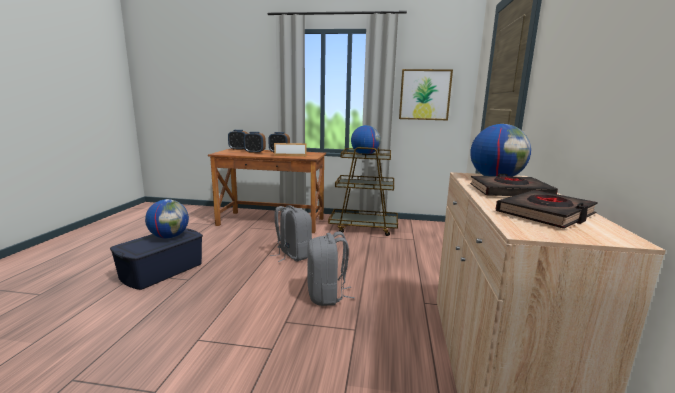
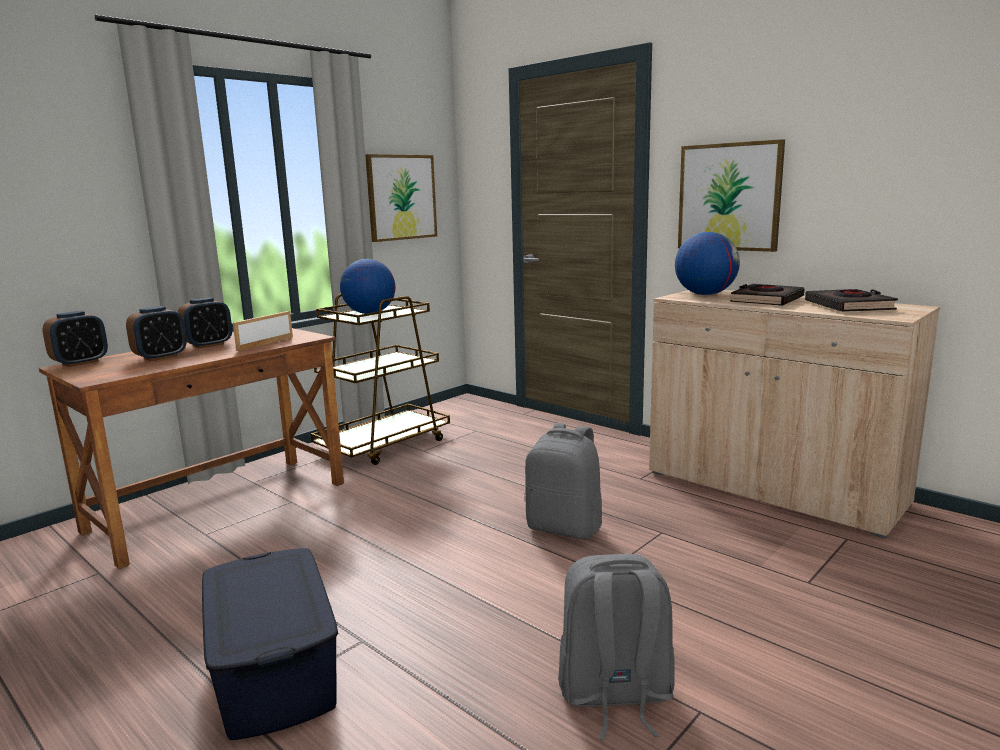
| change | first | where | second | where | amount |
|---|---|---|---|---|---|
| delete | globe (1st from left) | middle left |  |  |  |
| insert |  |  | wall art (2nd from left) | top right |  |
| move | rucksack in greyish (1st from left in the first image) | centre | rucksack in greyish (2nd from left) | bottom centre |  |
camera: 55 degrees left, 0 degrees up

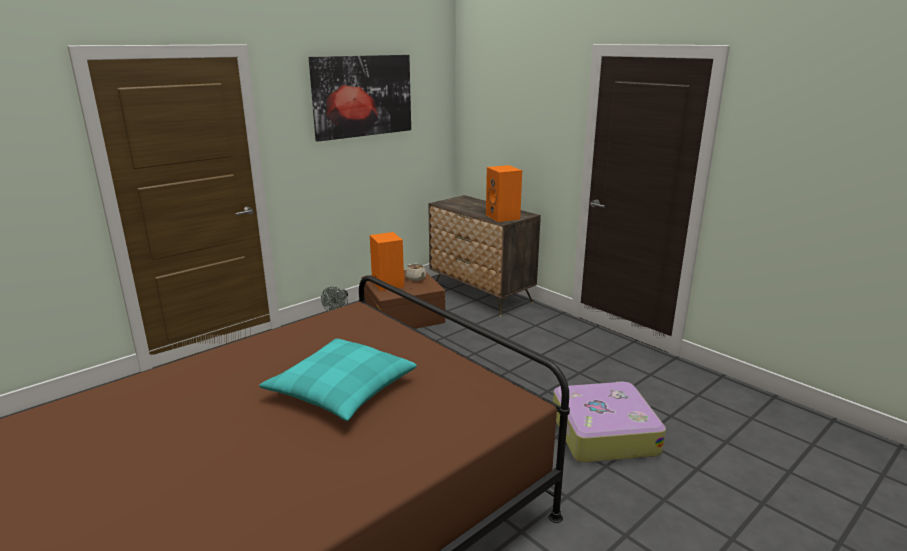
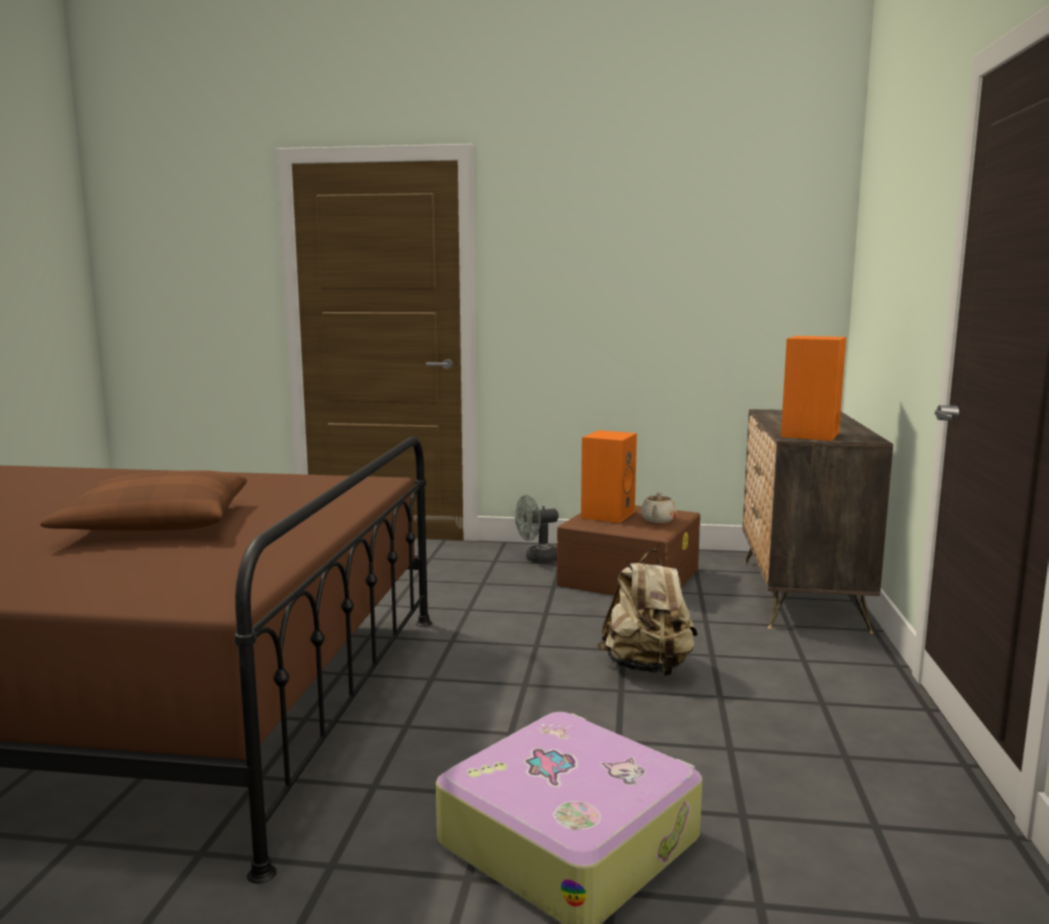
| change | first | where | second | where | amount |
|---|---|---|---|---|---|
| delete | wall art | top centre |  |  |  |
| insert |  |  | rucksack in beige-coloured | centre |  |
| recolor | cushion in blue-green | bottom centre | cushion in brownish | middle left |  |
camera: 50 degrees right, 10 degrees down

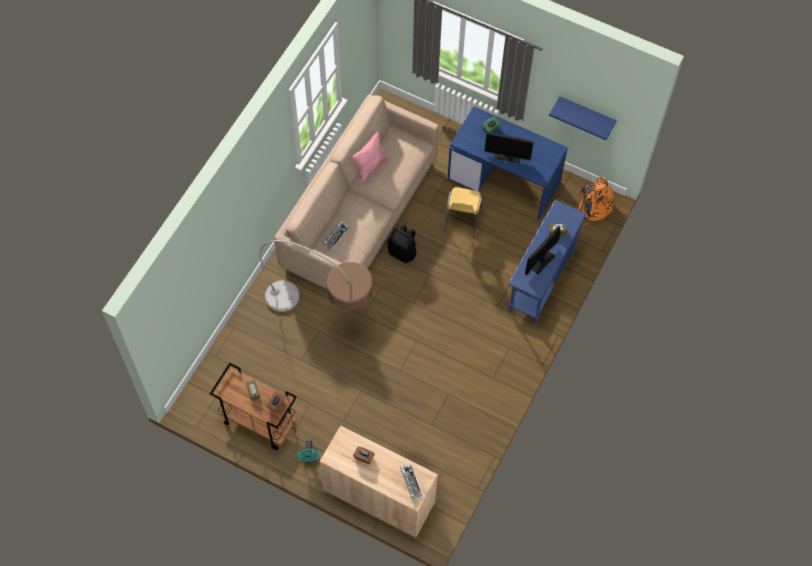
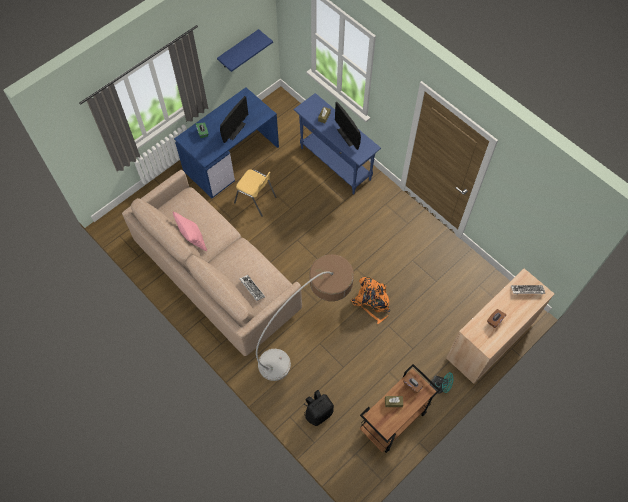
| change | first | where | second | where | amount |
|---|---|---|---|---|---|
| move | rucksack in black | centre |  | bottom centre |  |
| move | rucksack in orangey | middle right |  | centre |  |
camera: 70 degrees left, 0 degrees up

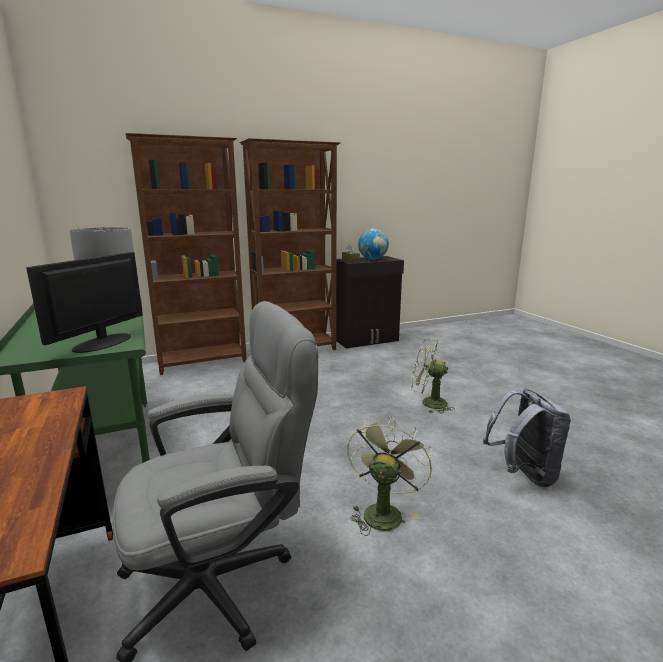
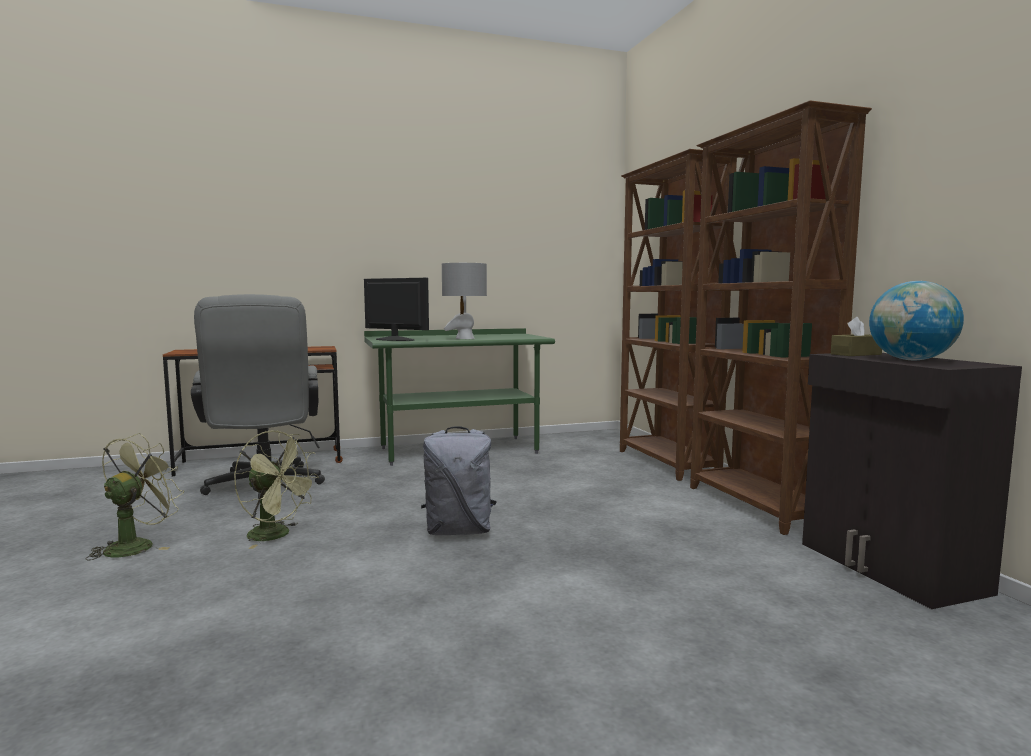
| change | first | where | second | where | amount |
|---|---|---|---|---|---|
| move | cooling fan in greenish (2nd from left in the first image) | centre | cooling fan in greenish (1st from left) | middle left |  |
| move | rucksack in greyish | middle right |  | centre |  |
camera: 95 degrees right, 10 degrees down

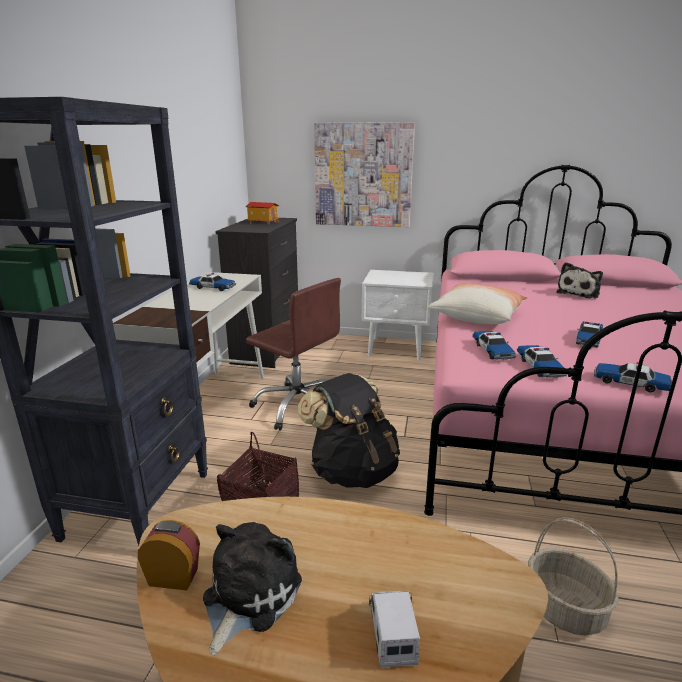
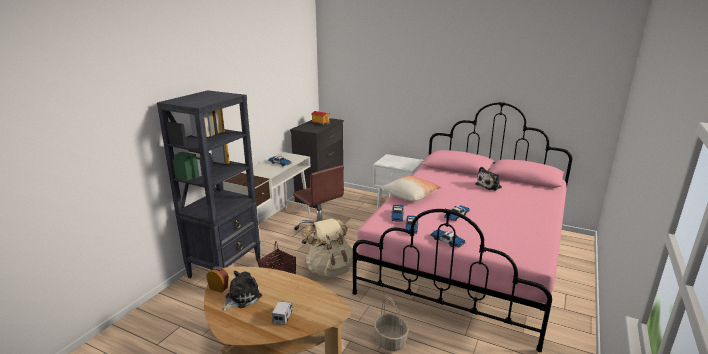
| change | first | where | second | where | amount |
|---|---|---|---|---|---|
| delete | wall art | top centre |  |  |  |
| recolor | rucksack in black | centre | rucksack in beige-coloured | bottom centre |  |
camera: 15 degrees right, 0 degrees up

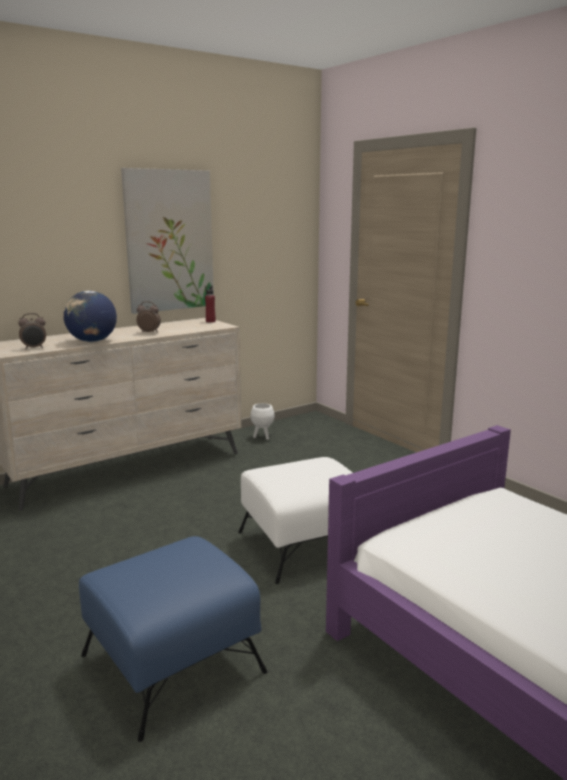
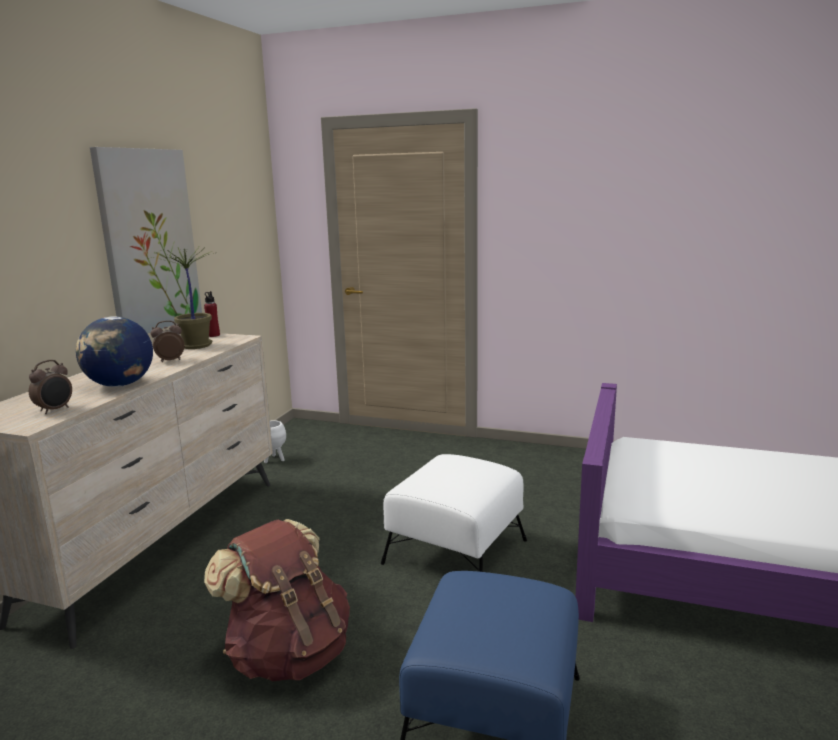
| change | first | where | second | where | amount |
|---|---|---|---|---|---|
| insert |  |  | plant in a pot | middle left |  |
| insert |  |  | rucksack in brownish | bottom left |  |
camera: 35 degrees left, 0 degrees up

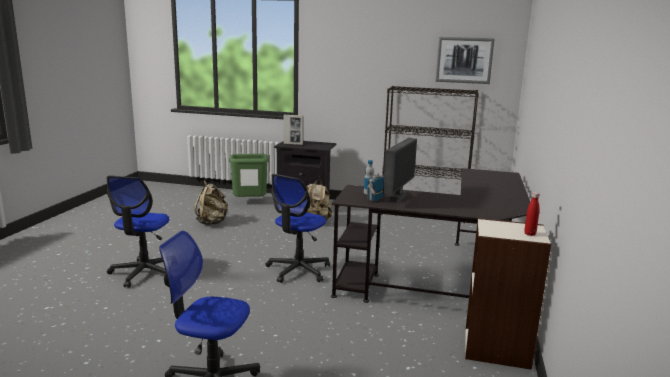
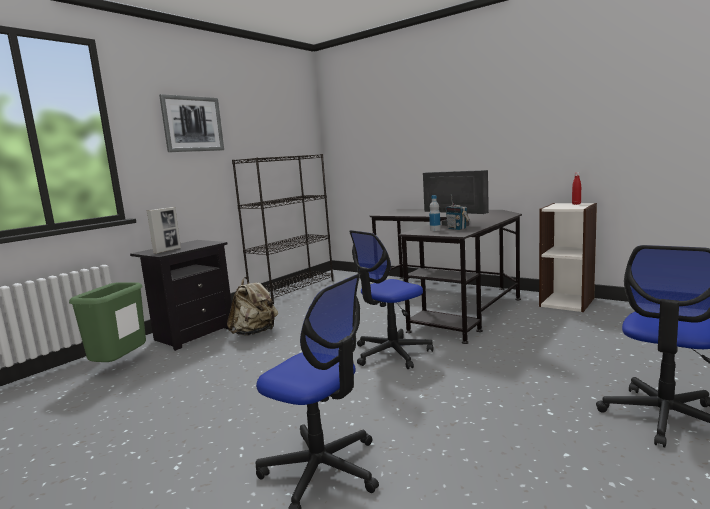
| change | first | where | second | where | amount |
|---|---|---|---|---|---|
| delete | rucksack in beige-coloured (1st from left) | middle left |  |  |  |
| move | wall art | top right |  | top left |  |
| rotate | computer chair (3rd from left in the first image) | centre | computer chair (2nd from left) | centre | 90 degrees clockwise |
camera: 65 degrees left, 5 degrees down

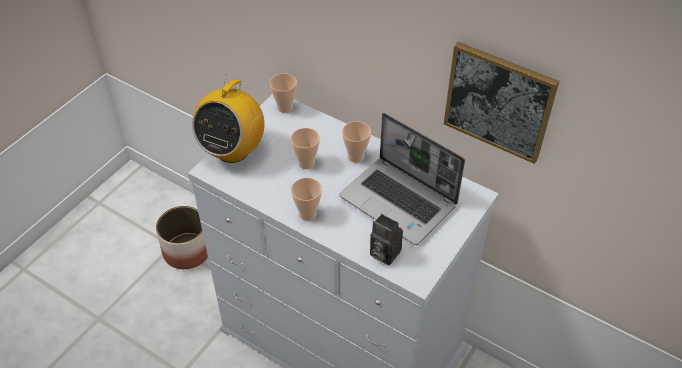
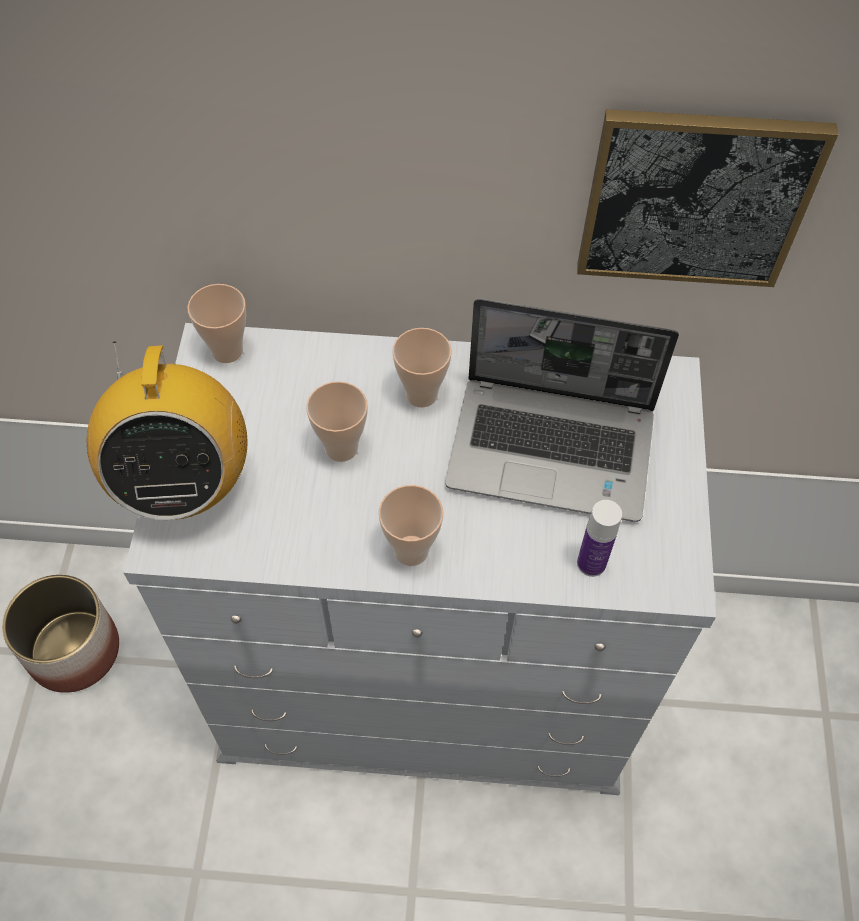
| change | first | where | second | where | amount |
|---|---|---|---|---|---|
| replace | photo camera | centre | beverage bottle | middle right |  |
camera: 30 degrees left, 10 degrees up

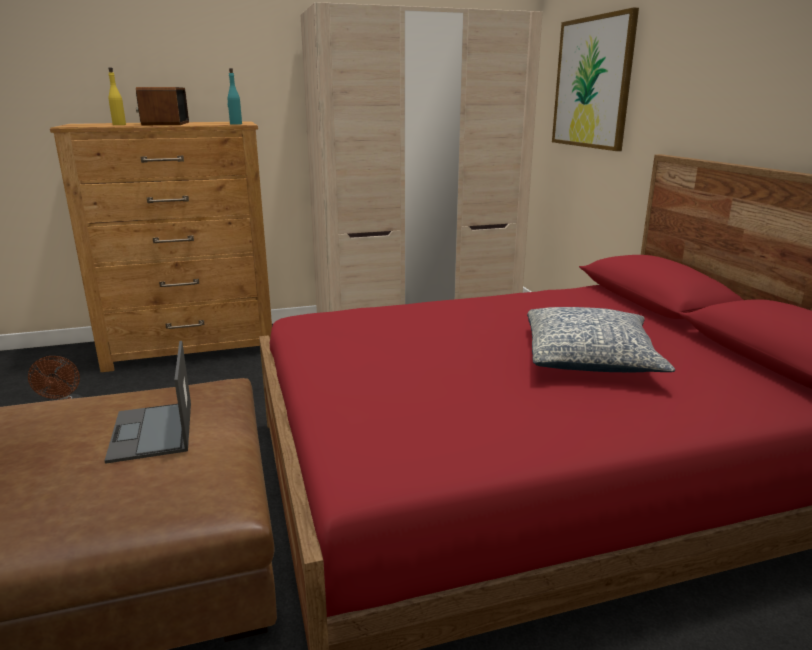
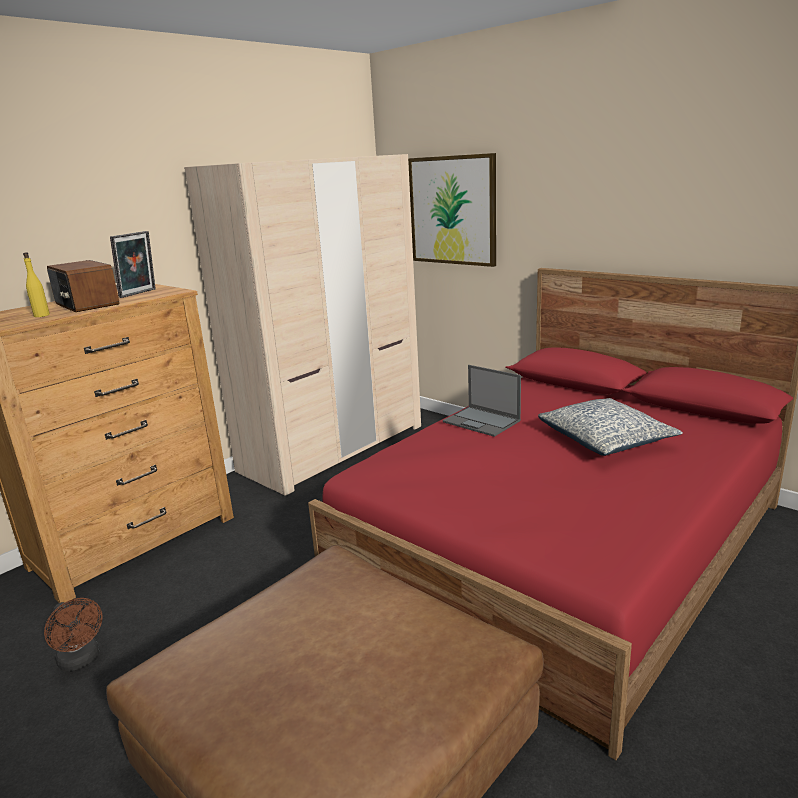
| change | first | where | second | where | amount |
|---|---|---|---|---|---|
| delete | beverage bottle in blue-green | top left |  |  |  |
| insert |  |  | standing frame | top left |  |
| move | notebook computer | middle left |  | centre |  |
camera: 30 degrees left, 0 degrees up

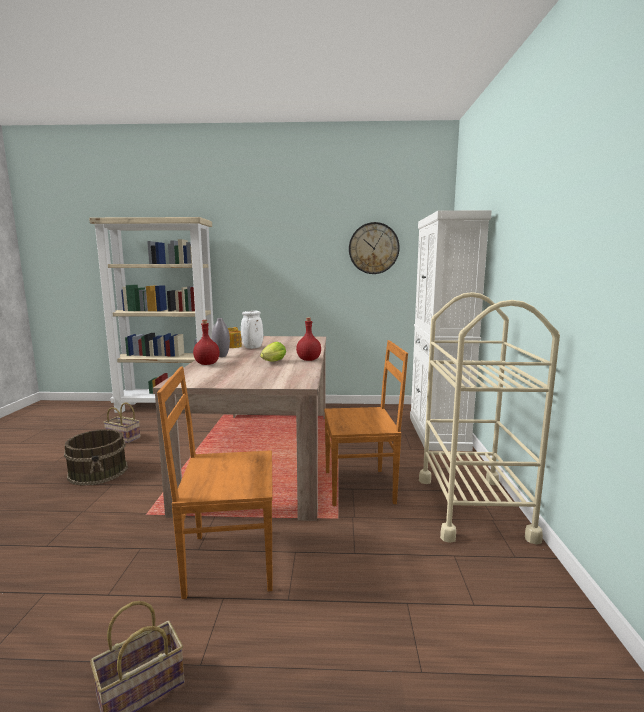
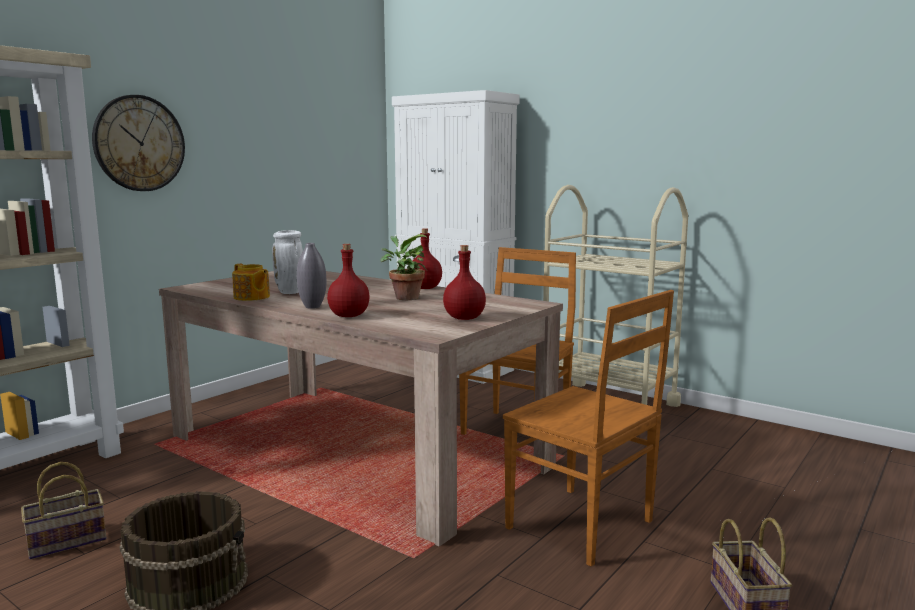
| change | first | where | second | where | amount |
|---|---|---|---|---|---|
| insert |  |  | beverage bottle in red-coloured (3rd from left) | centre |  |
| move | hanging clock | centre |  | top left |  |
| replace | head of lettuce | centre | plant in a pot | centre |  |
| rotate | plain chair in brownish (1st from left in the first image) | bottom centre | plain chair in brownish (2nd from left) | bottom centre | 75 degrees counterclockwise |
camera: 55 degrees left, 0 degrees up

